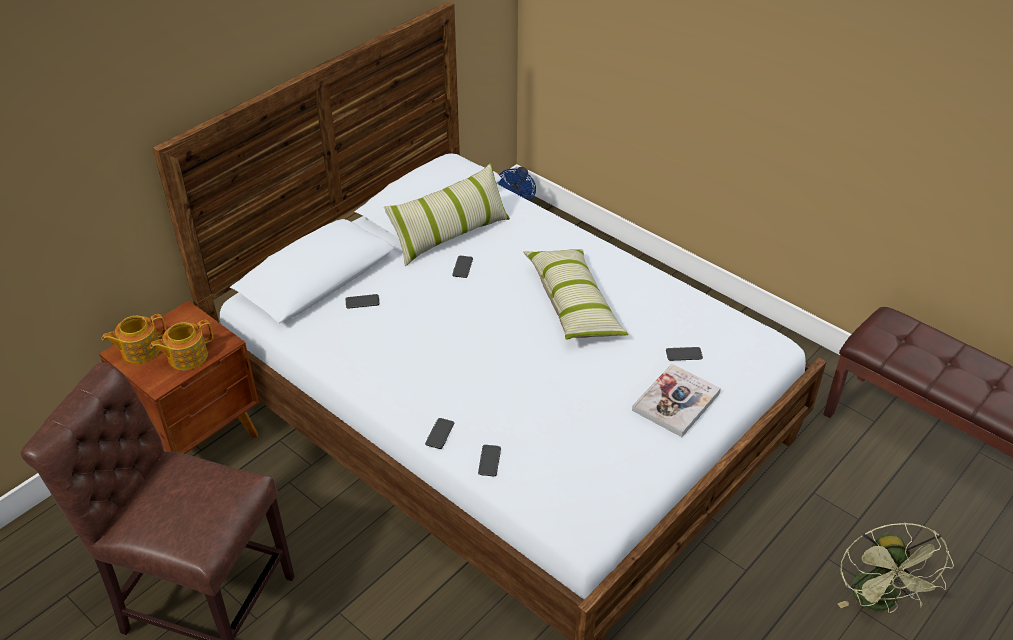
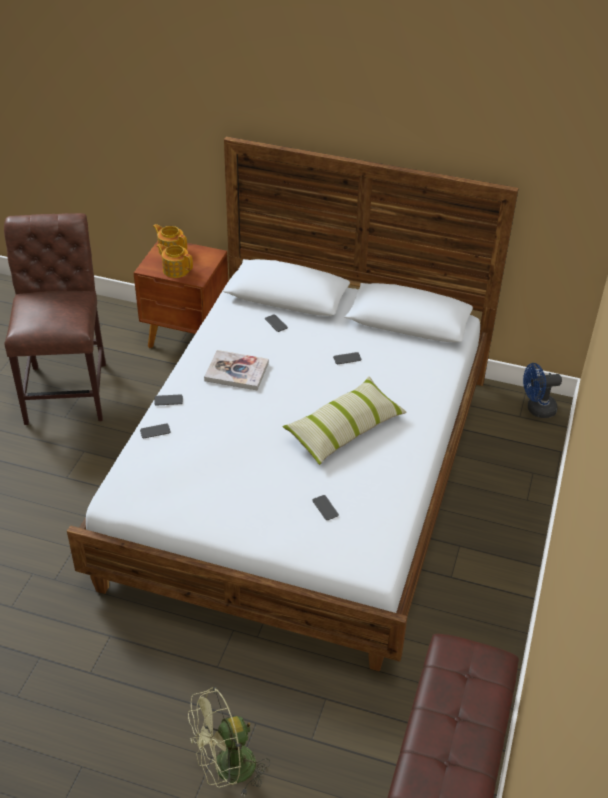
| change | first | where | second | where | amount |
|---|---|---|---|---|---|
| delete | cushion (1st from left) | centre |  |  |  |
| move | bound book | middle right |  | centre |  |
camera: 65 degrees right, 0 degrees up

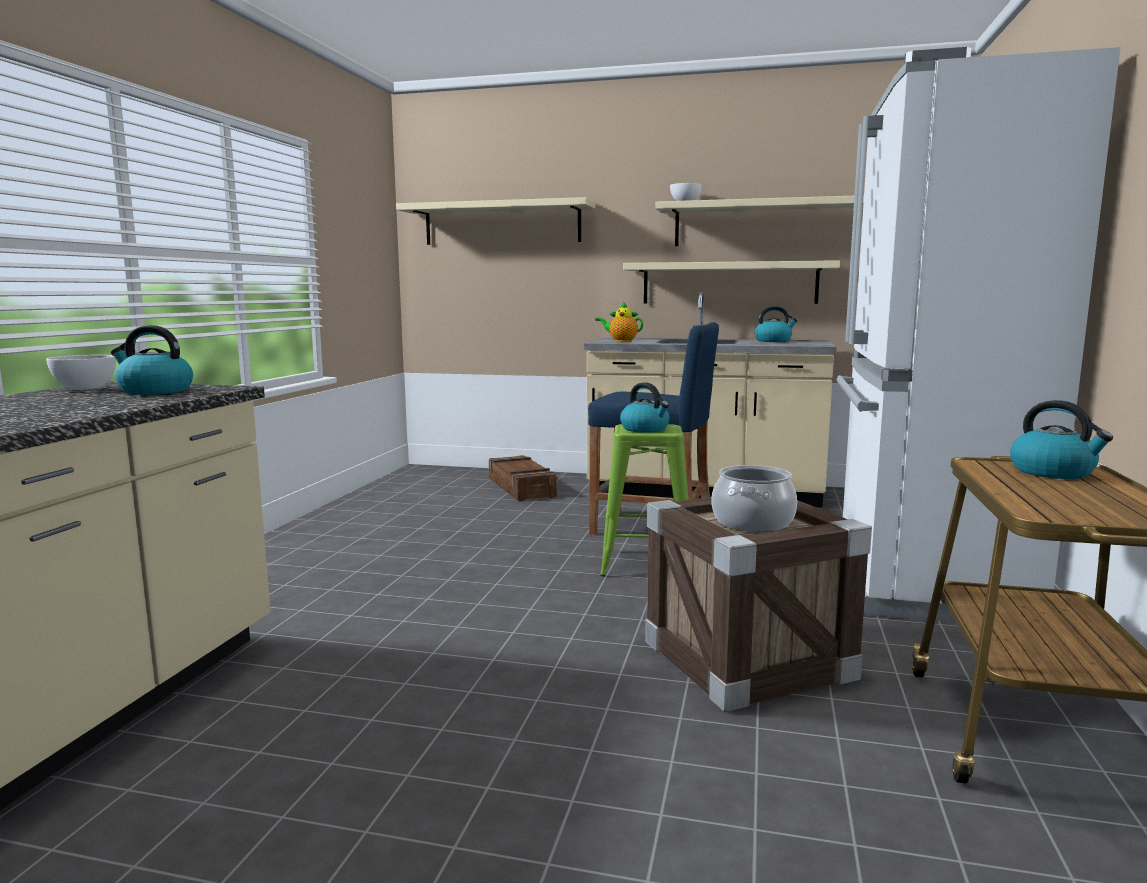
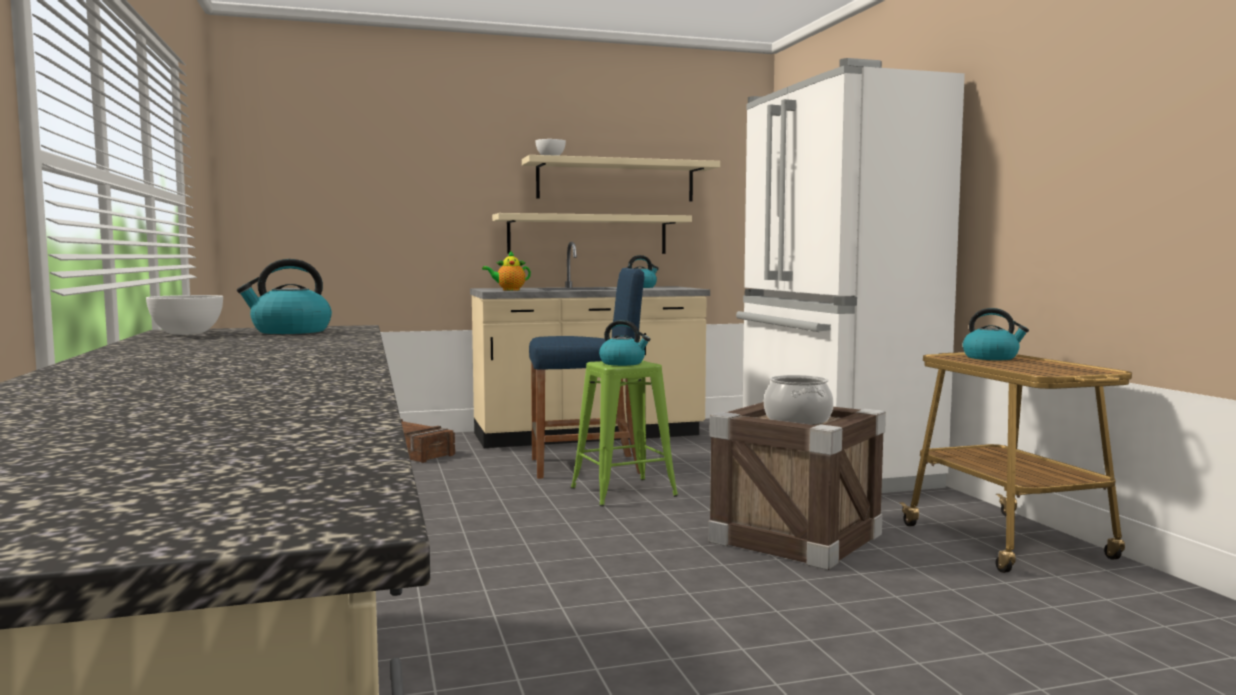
| change | first | where | second | where | amount |
|---|---|---|---|---|---|
| delete | shelf in beige-coloured (1st from left) | top centre |  |  |  |
camera: 30 degrees left, 5 degrees down

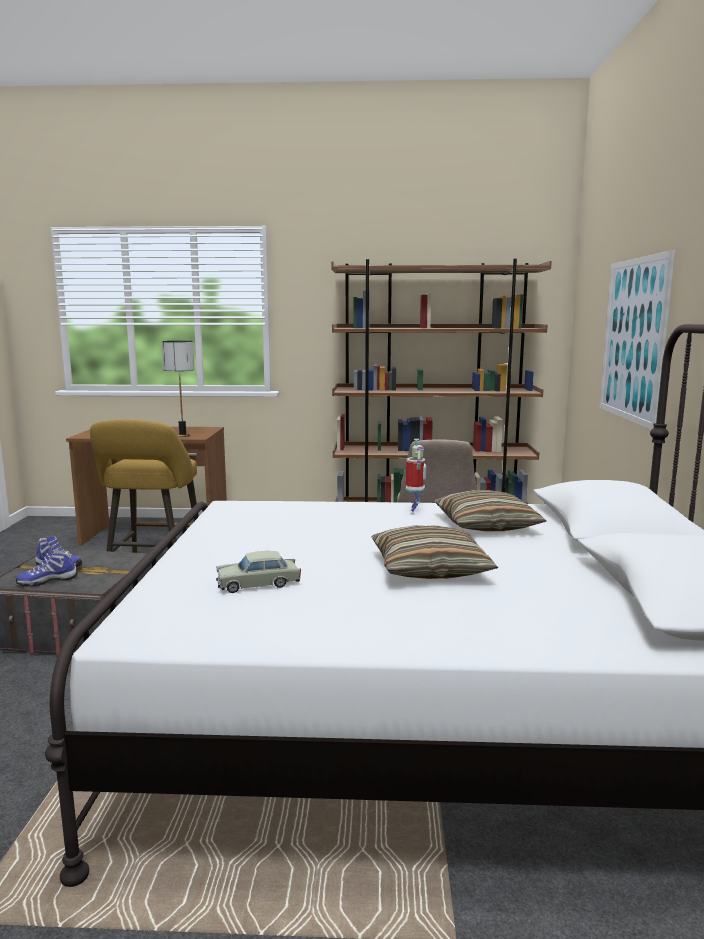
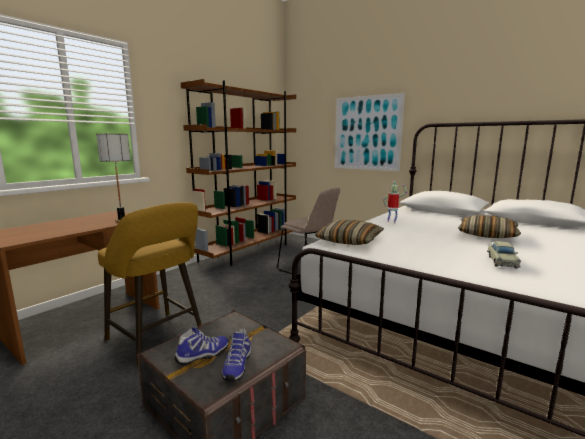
| change | first | where | second | where | amount |
|---|---|---|---|---|---|
| move | cushion (2nd from left in the first image) | middle right | cushion (1st from left) | centre |  |
camera: 55 degrees left, 0 degrees up

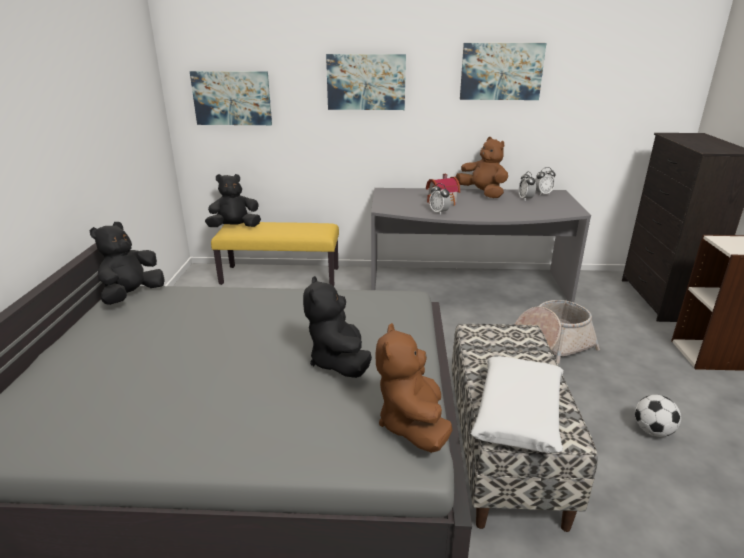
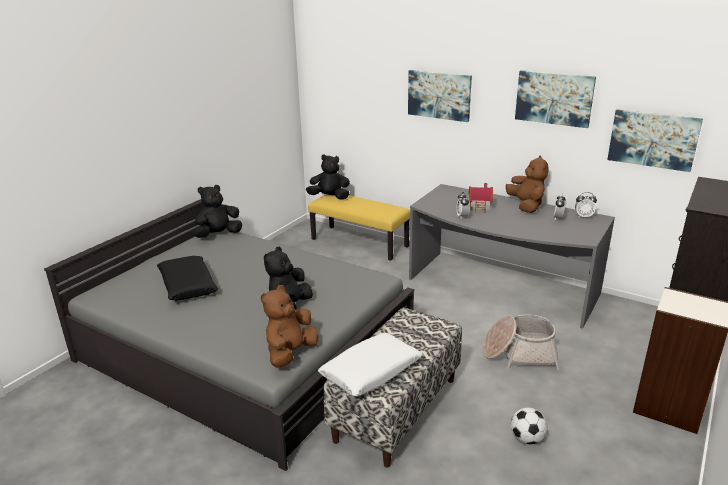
| change | first | where | second | where | amount |
|---|---|---|---|---|---|
| insert |  |  | cushion in black | middle left |  |
| move | wall art (1st from left in the first image) | top left | wall art (3rd from left) | top right |  |
camera: 30 degrees right, 0 degrees up

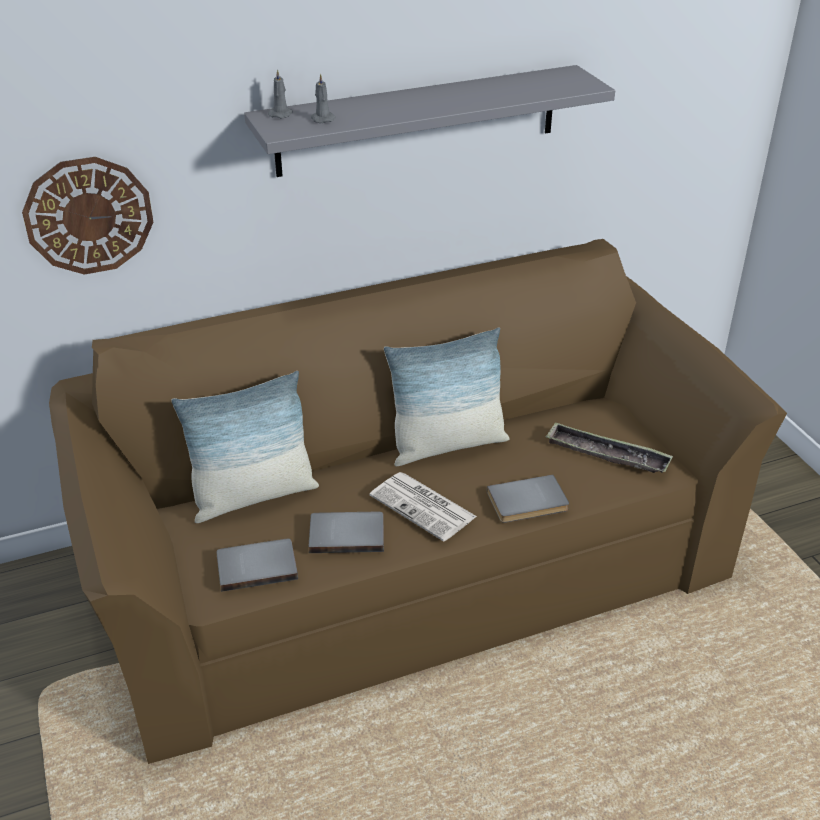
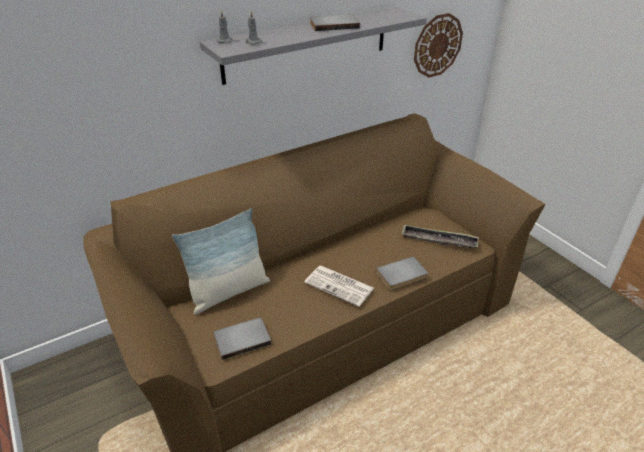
| change | first | where | second | where | amount |
|---|---|---|---|---|---|
| delete | cushion (2nd from left) | centre |  |  |  |
| move | hanging clock | top left |  | top right |  |
| move | bound book in greyish (2nd from left) | centre |  | top centre |  |
camera: 10 degrees left, 0 degrees up

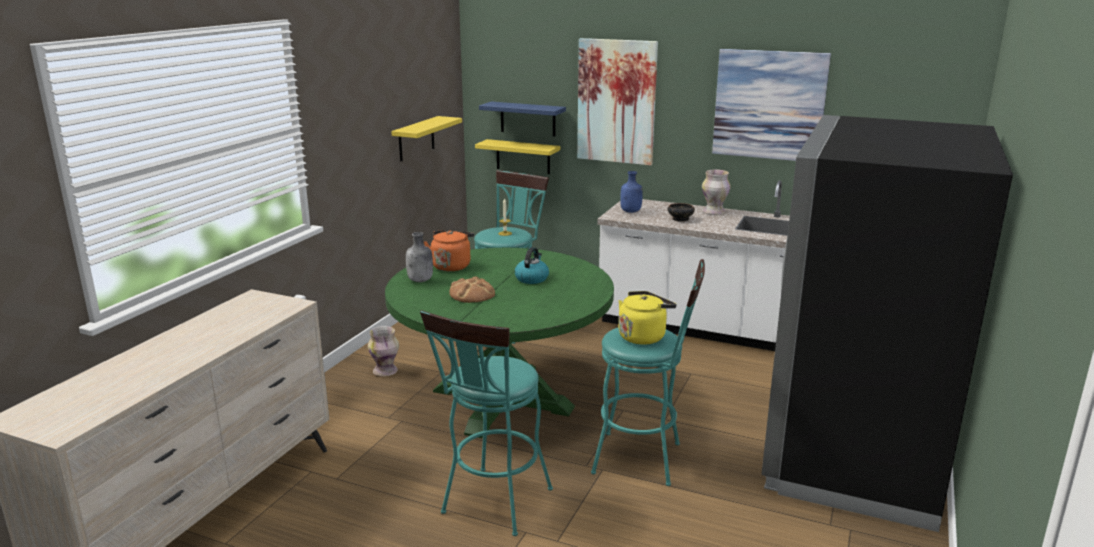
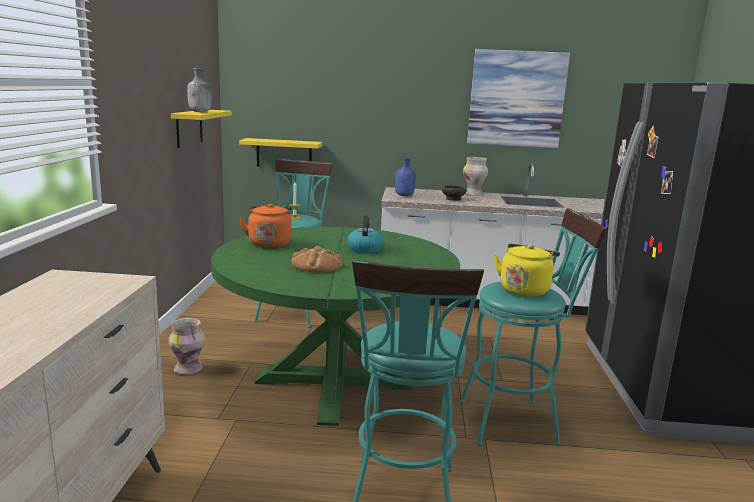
| change | first | where | second | where | amount |
|---|---|---|---|---|---|
| delete | shelf in bluish | top centre |  |  |  |
| delete | wall art (1st from left) | top centre |  |  |  |
| move | beverage bottle in greyish | centre |  | top left |  |
camera: 20 degrees left, 5 degrees down

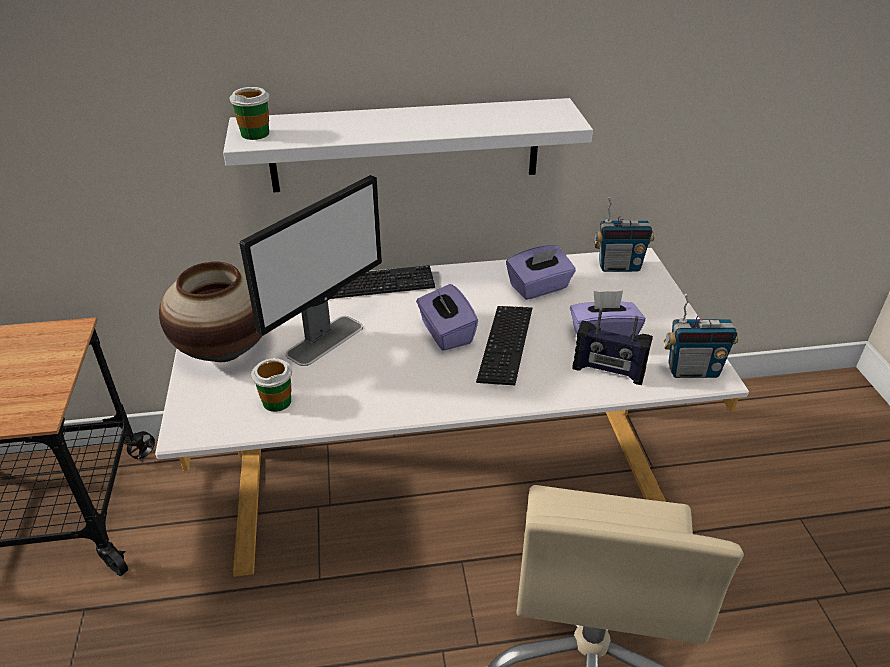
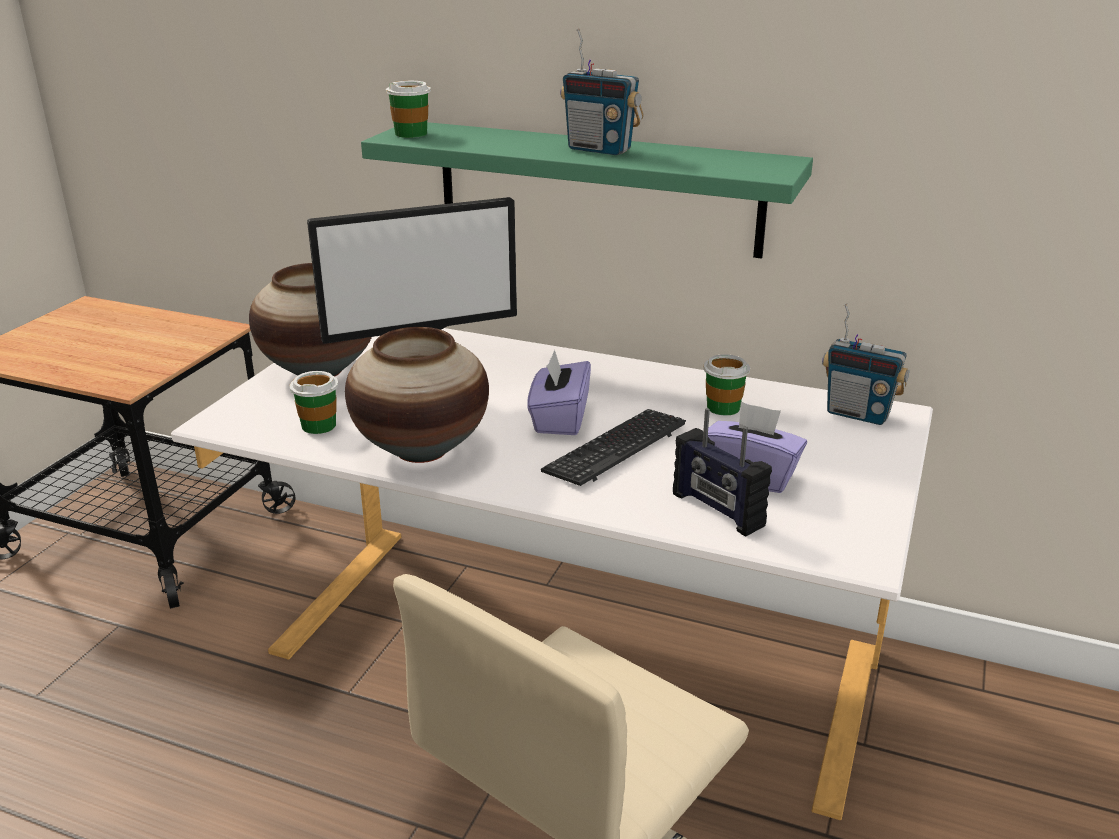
| change | first | where | second | where | amount |
|---|---|---|---|---|---|
| delete | PC keyboard (1st from left) | centre |  |  |  |
| insert |  |  | decorative vase (2nd from left) | centre |  |
| move | radio receiver (3rd from left in the first image) | middle right | radio receiver (1st from left) | top centre |  |
| replace | tissue holder in purplish (2nd from left) | centre | drinking cup (3rd from left) | centre |  |
| recolor | shelf in whitish | top centre | shelf in greenish | top centre |  |
camera: 30 degrees right, 10 degrees down

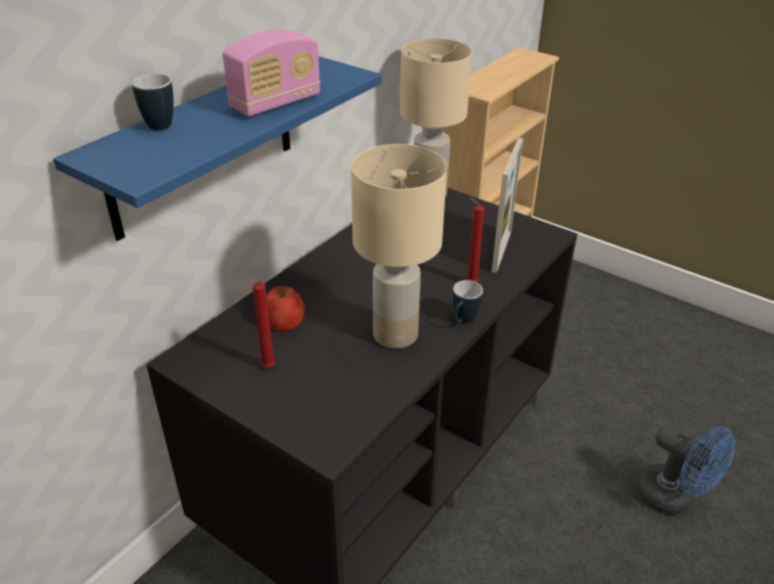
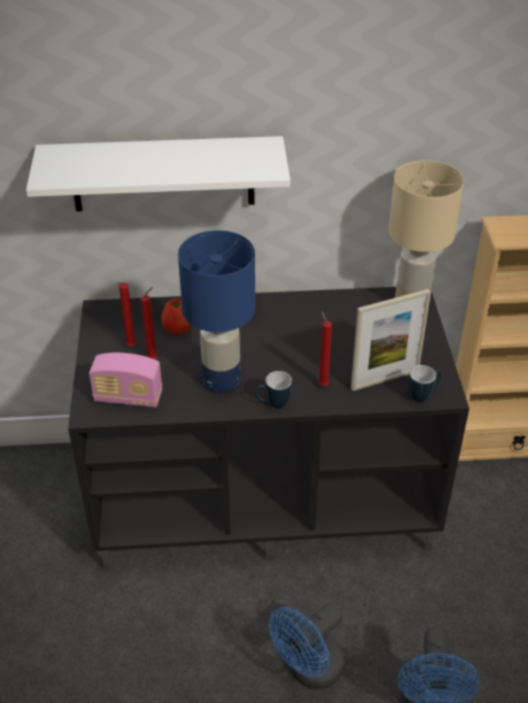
| change | first | where | second | where | amount |
|---|---|---|---|---|---|
| insert |  |  | wax light in red-coloured (2nd from left) | middle left |  |
| insert |  |  | cooling fan in bluish (1st from left) | bottom centre |  |
| move | tea mug (1st from left in the first image) | top left | tea mug (2nd from left) | middle right |  |
| move | radio receiver | top centre |  | middle left |  |
| recolor | shelf in bluish | top left | shelf in whitish | top left |  |
| recolor | lamp for a table in beige-coloured (1st from left) | centre | lamp for a table in bluish | centre |  |
camera: 50 degrees right, 5 degrees up

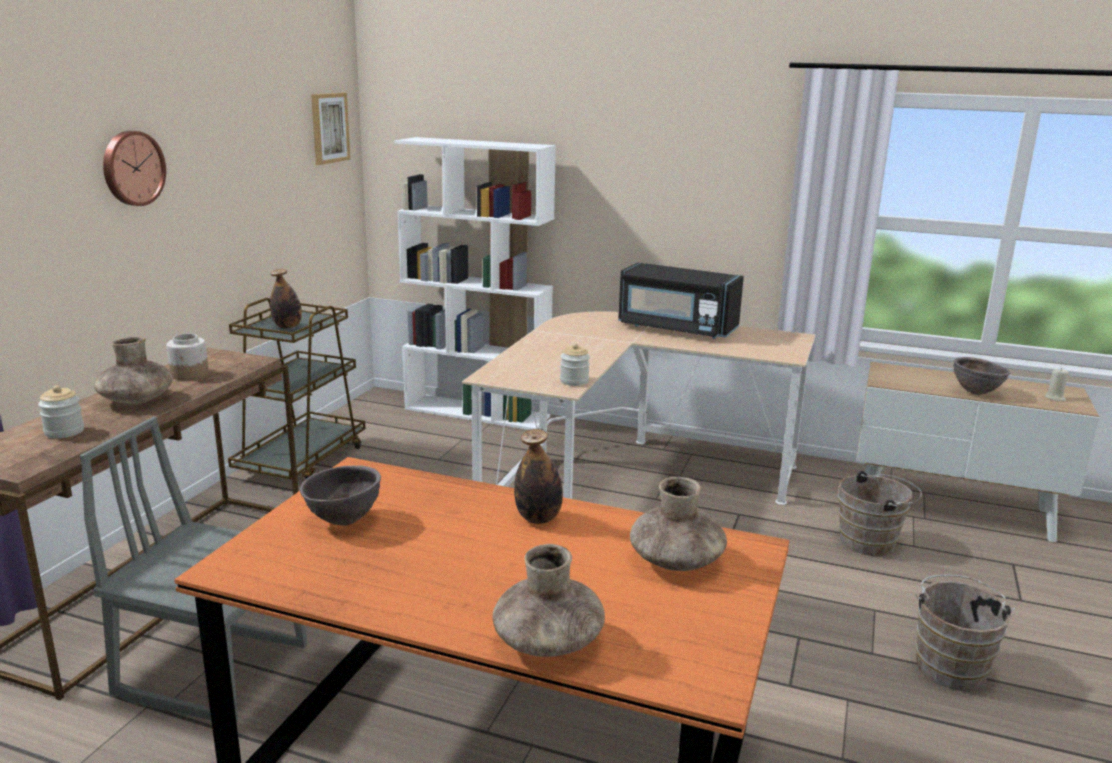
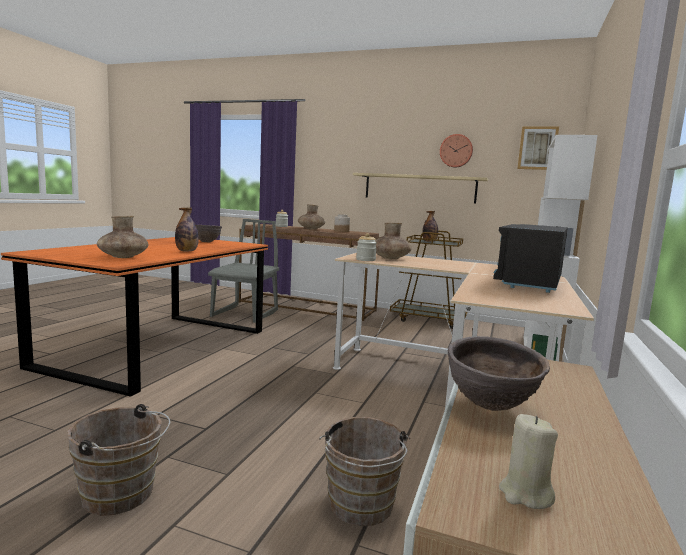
| change | first | where | second | where | amount |
|---|---|---|---|---|---|
| insert |  |  | shelf in beige-coloured | centre |  |
| move | hanging clock | top left |  | top centre |  |
| move | decorative vase in brownish (2nd from left in the first image) | bottom centre | decorative vase in brownish (3rd from left) | centre |  |
camera: 90 degrees right, 10 degrees down

